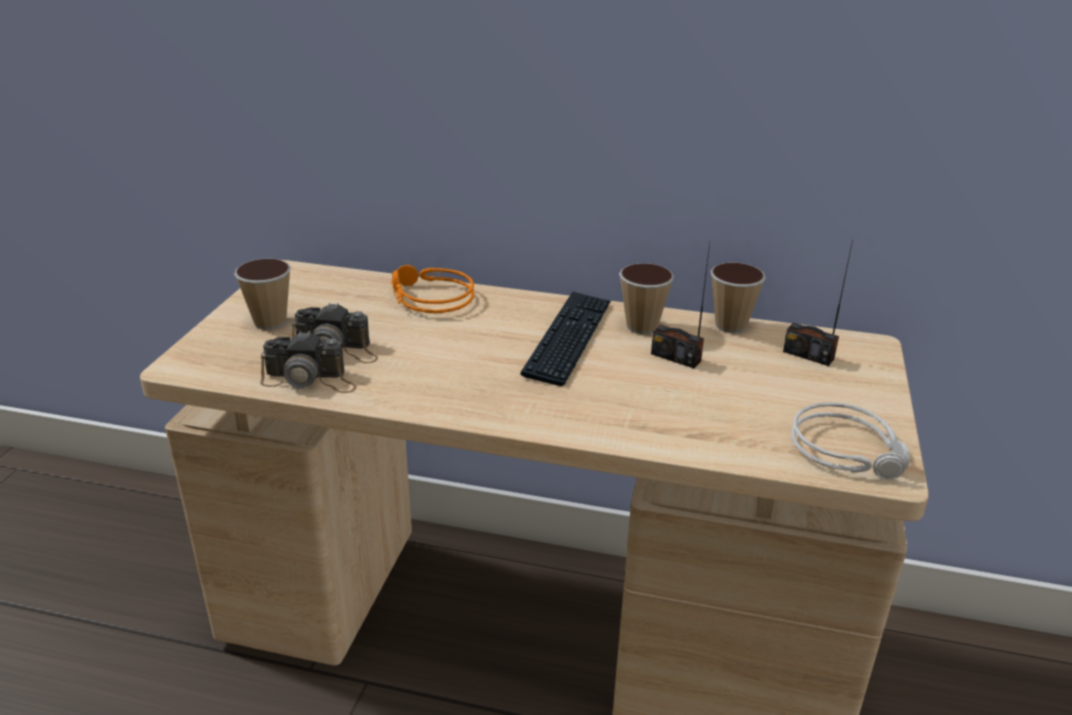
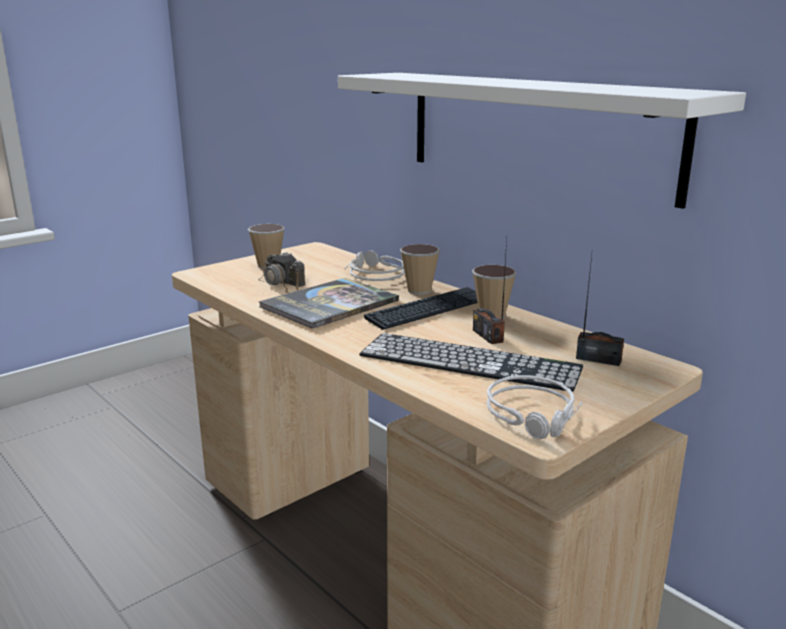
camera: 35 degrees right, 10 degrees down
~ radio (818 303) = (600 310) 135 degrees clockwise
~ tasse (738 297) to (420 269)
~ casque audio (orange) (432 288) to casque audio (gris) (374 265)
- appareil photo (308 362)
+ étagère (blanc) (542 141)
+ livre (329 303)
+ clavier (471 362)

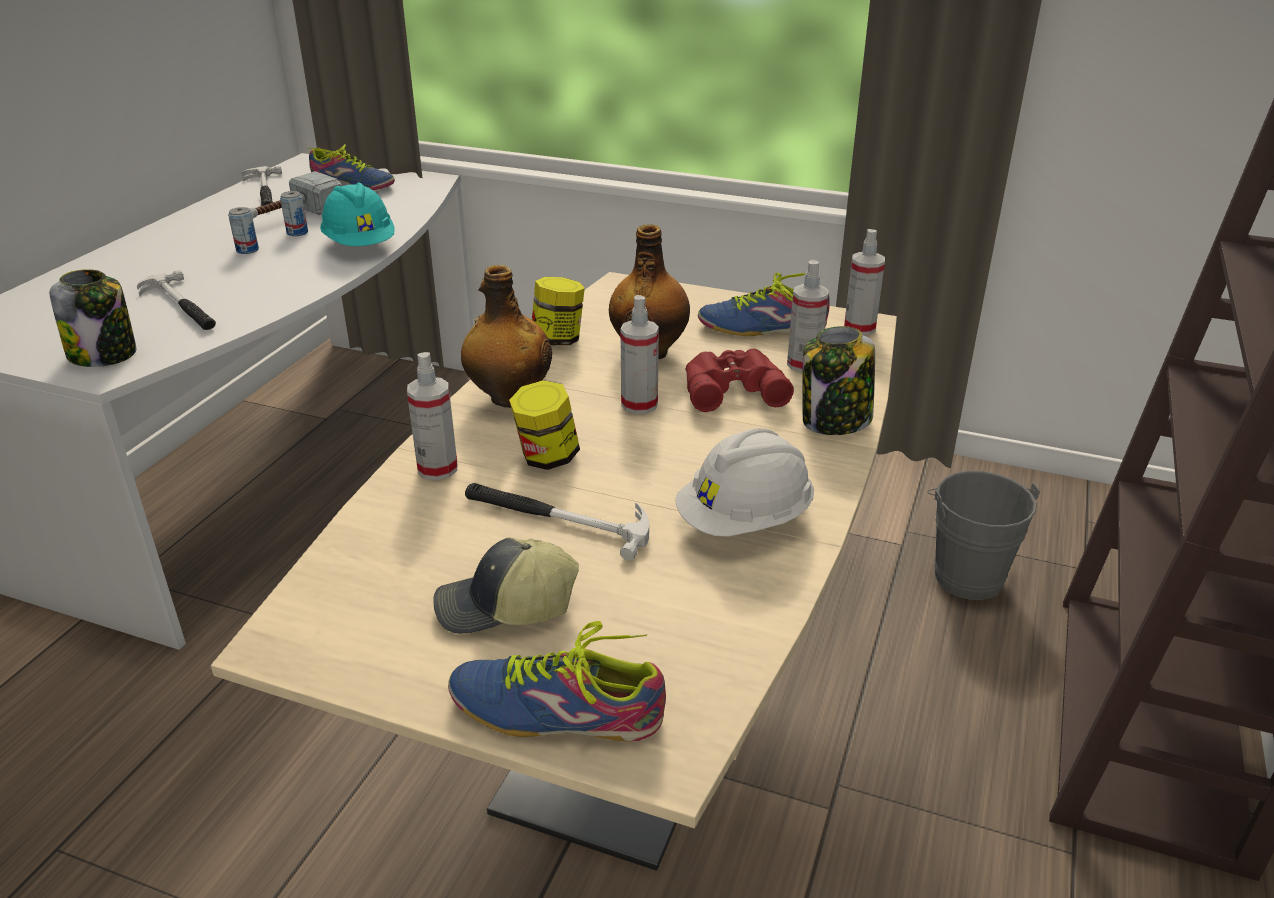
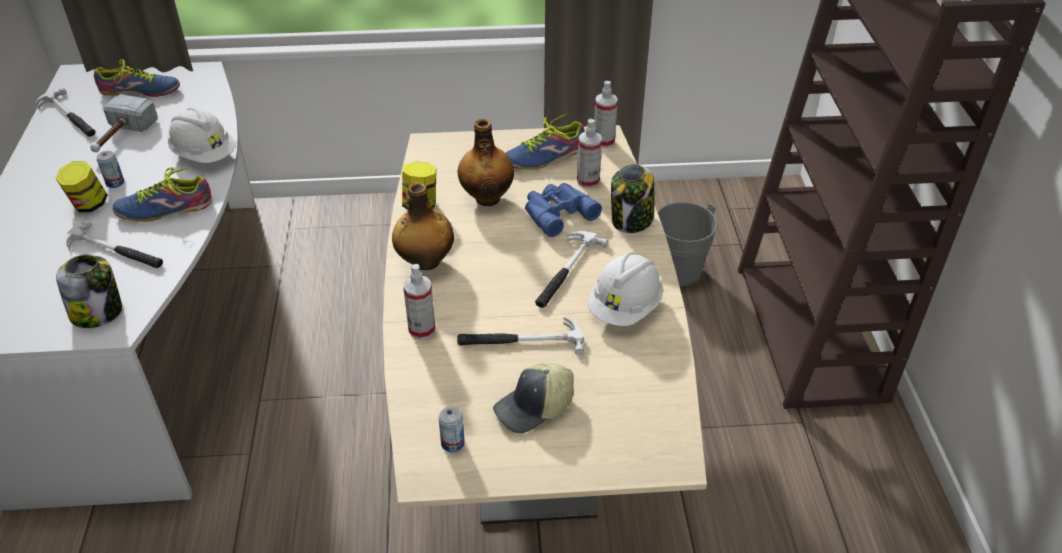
camera: 25 degrees left, 10 degrees up
~ casque de chantier (turquoise) (357 214) to casque de chantier (blanc) (202 135)
~ boîte métallique (294 213) to (451 429)
- vaporisateur (639 354)
~ jumelles (rouge) (739 380) to jumelles (bleu) (563 210)
~ bocal (544 425) to (81 186)
~ chaussure (557 681) to (162 194)
+ marteau (571 269)

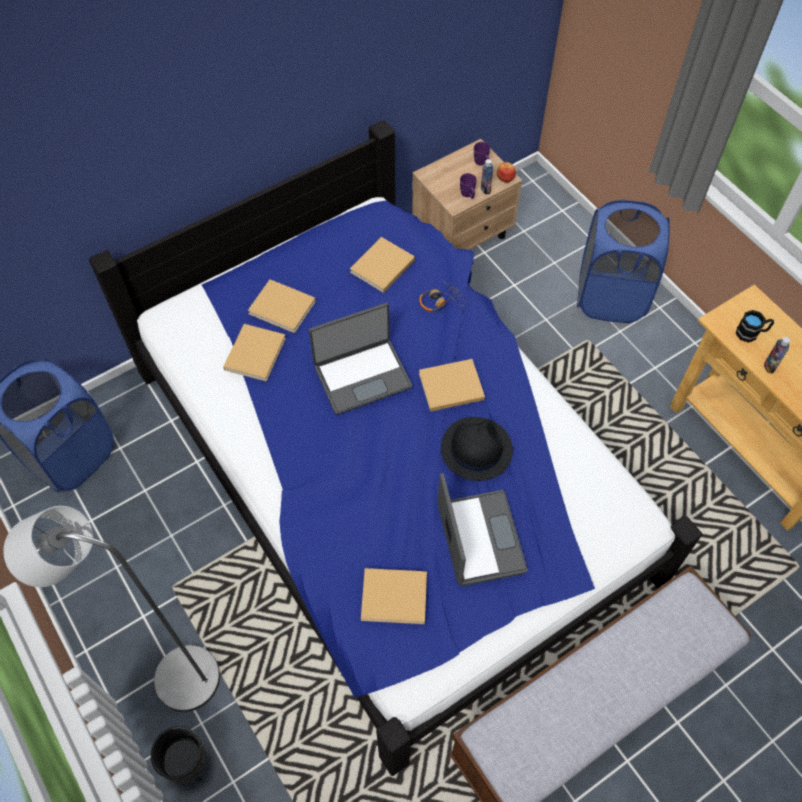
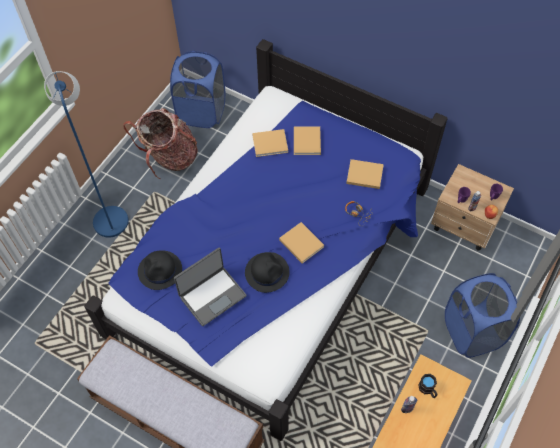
camera: 65 degrees right, 0 degrees up
- ordinateur portable (360 359)
~ lampadaire (gris) (111 609) to lampadaire (bleu) (86 154)
~ livre (beige) (394 596) to chapeau (noir) (160 270)
- cache-pot (noir) (178 754)
+ sac à dos (160 144)

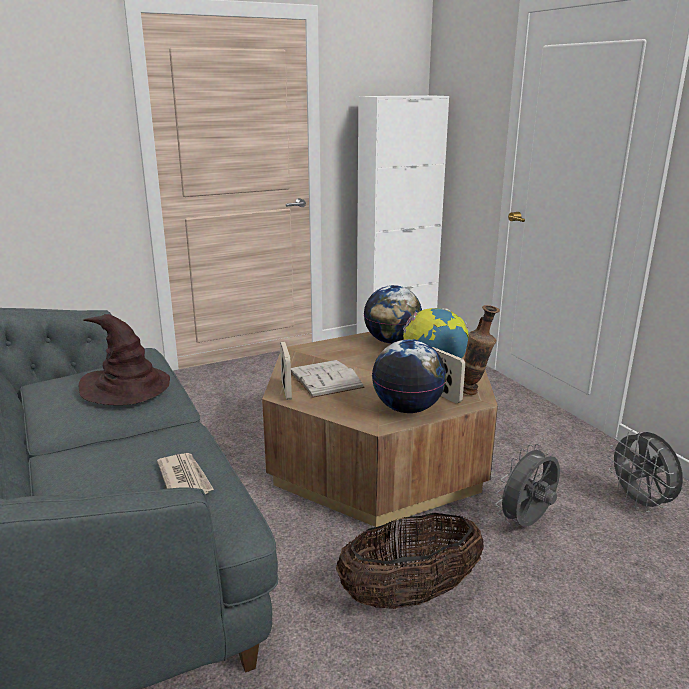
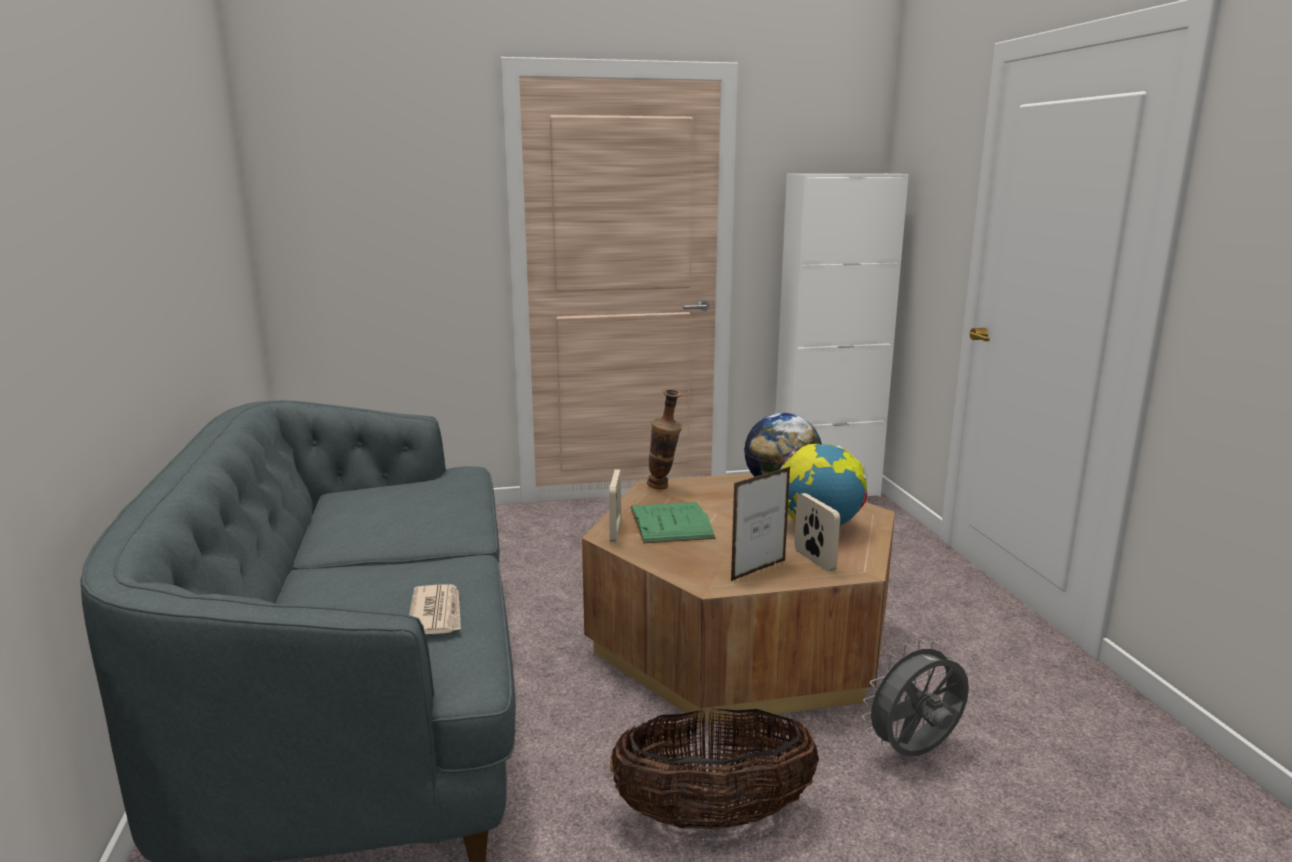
camera: 15 degrees right, 5 degrees down
~ vase (481 350) to (664 439)
- chapeau (marron) (124 359)
~ globe (409 376) to cadre photo (760 524)
~ livre (blanc) (328 379) to livre (vert) (673 522)
- ventilateur (gris) (645 471)

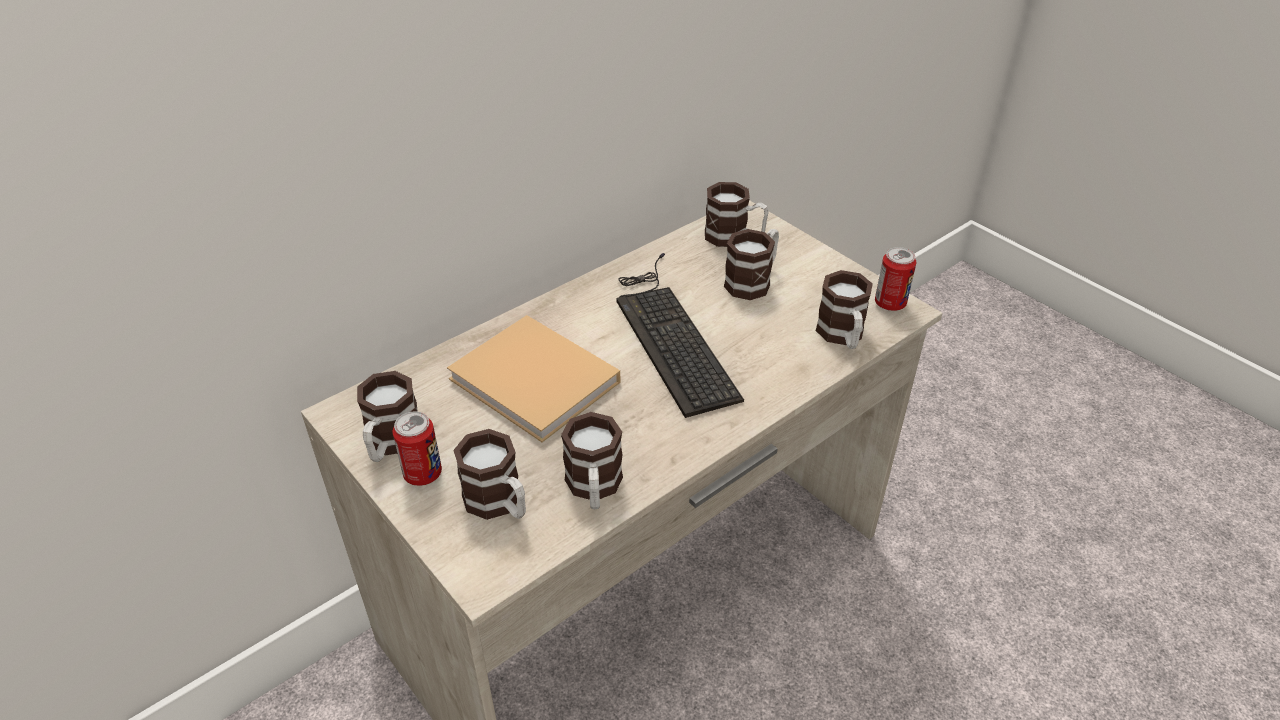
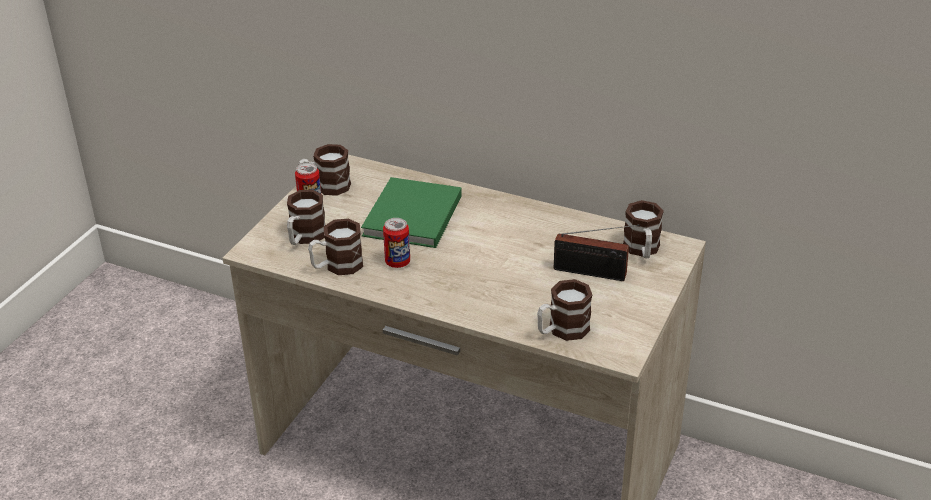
camera: 65 degrees right, 5 degrees down
~ mug (751 264) to radio (596 253)
~ boîte métallique (895 279) to (396 243)
- clavier (680 335)
~ livre (beige) (533 379) to livre (vert) (411 212)

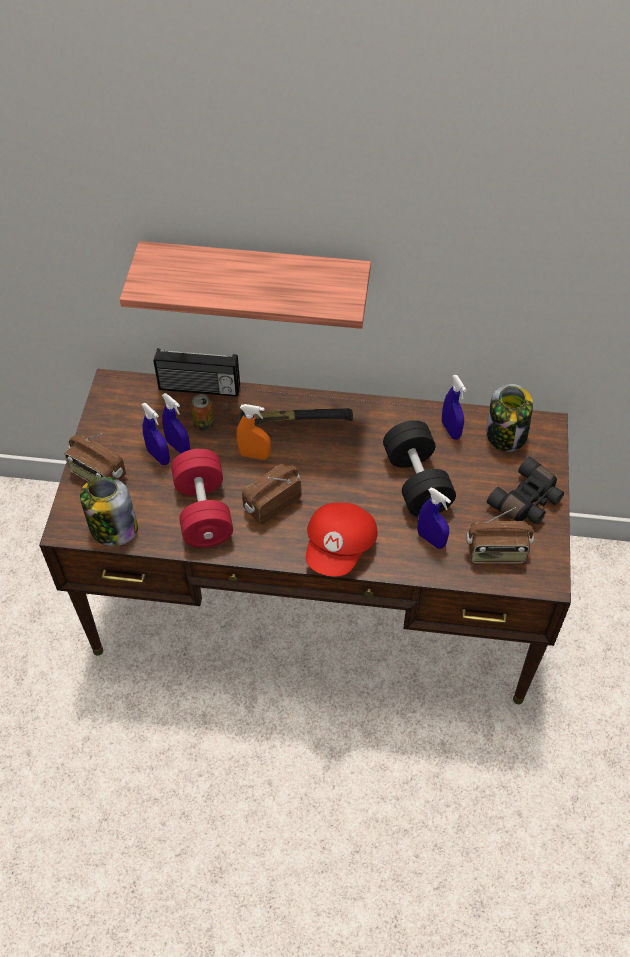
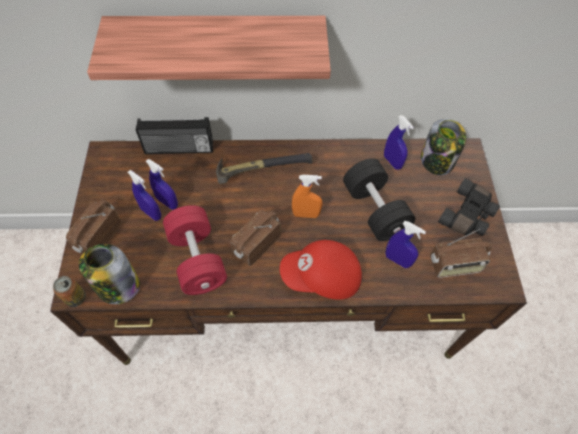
camera: 10 degrees left, 5 degrees up
~ boîte métallique (202 412) to (69 291)
~ vaporisateur (orange) (253 432) to (307 196)
~ radio (95 457) = (93 226) 90 degrees clockwise
~ casquette (rouge) (342 539) = (321 270) 75 degrees clockwise

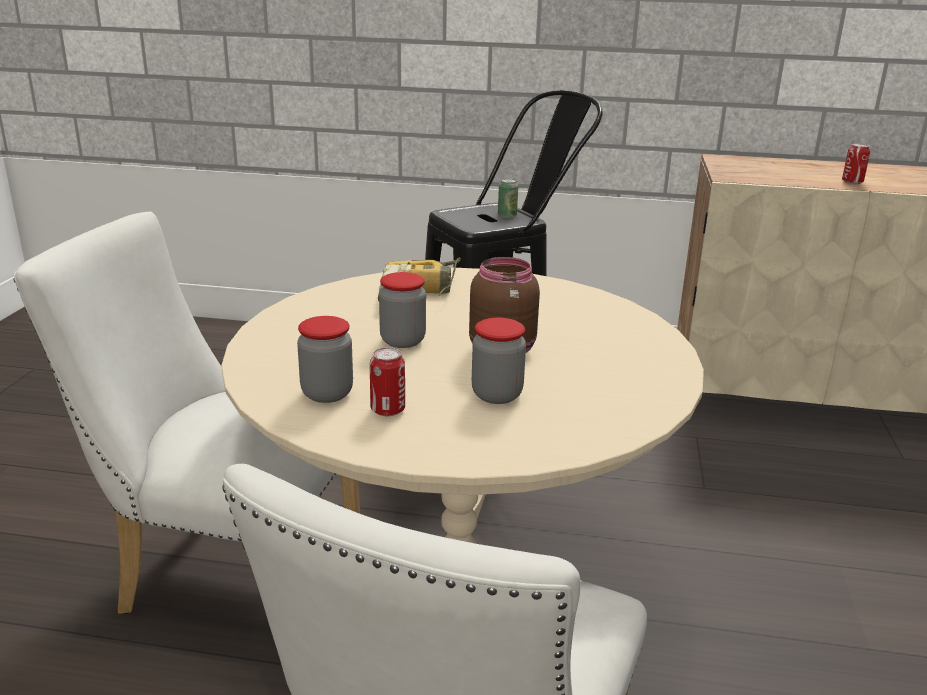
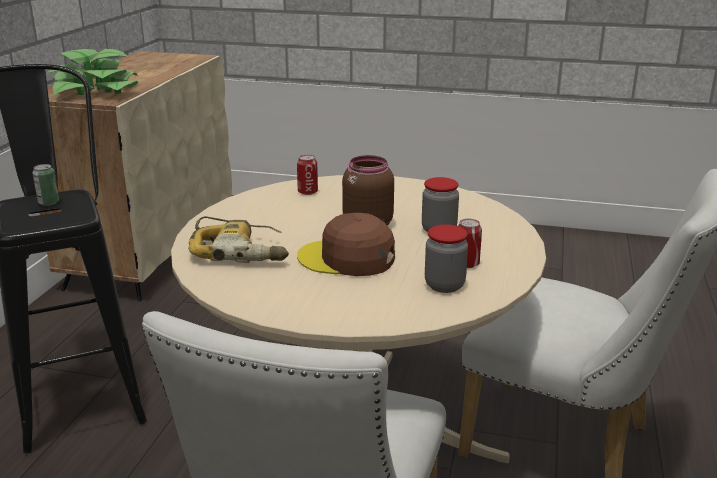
camera: 85 degrees left, 0 degrees up
~ boîte métallique (856 163) to (307 175)
~ bocal (402 310) to casquette (marron) (346 244)
+ plante en pot (92 72)

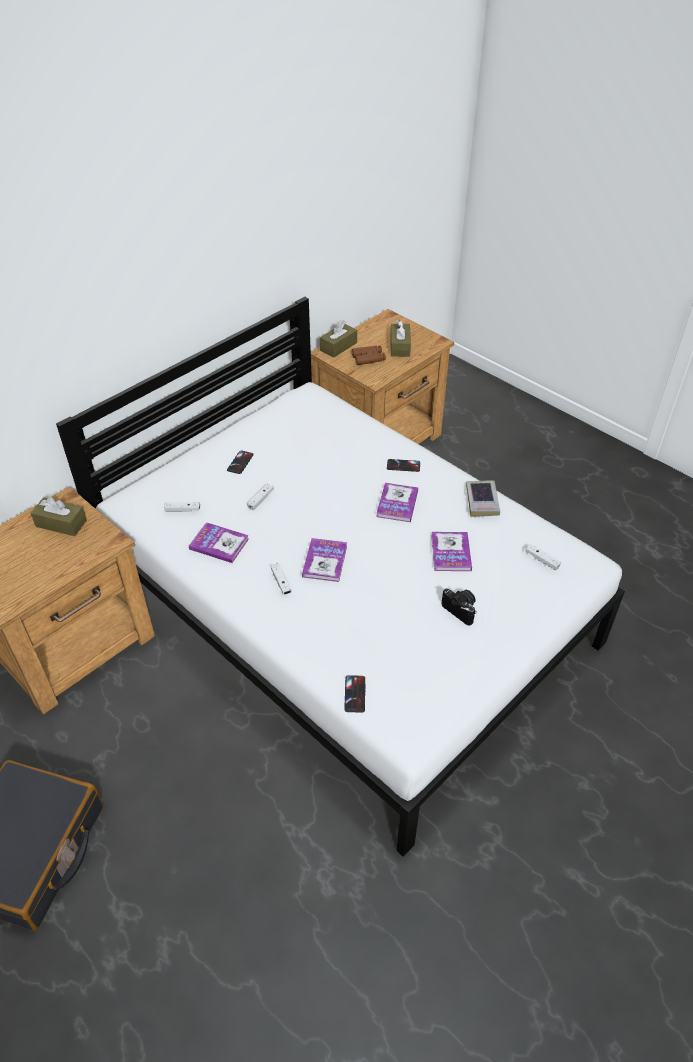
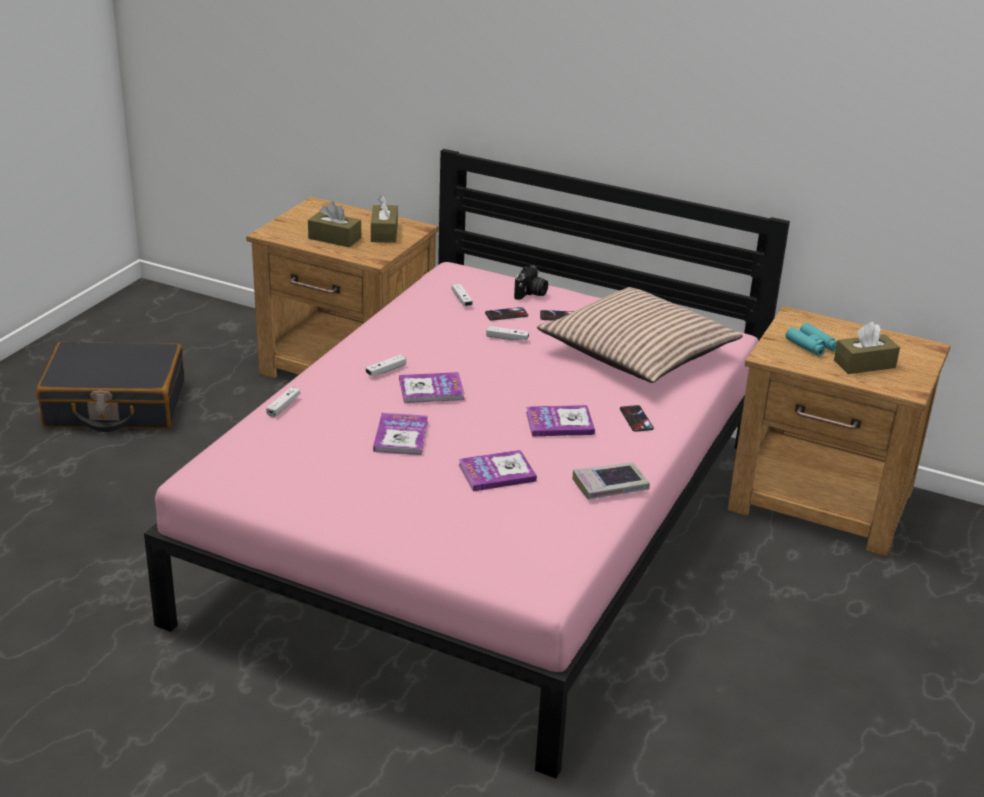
camera: 70 degrees right, 15 degrees down
~ lit (blanc) (340 577) to lit (rose) (467 463)
~ boîte à mouchoirs (marron) (338 339) to (334 225)
~ jumelles (marron) (369 355) to jumelles (turquoise) (811 339)
~ livre (219 542) to (400 434)
~ manette (blanc) (543 557) to (283 402)
~ appareil photo (458 607) to (531 282)
~ téléphone (355 694) to (506 314)
+ coussin (640 335)

